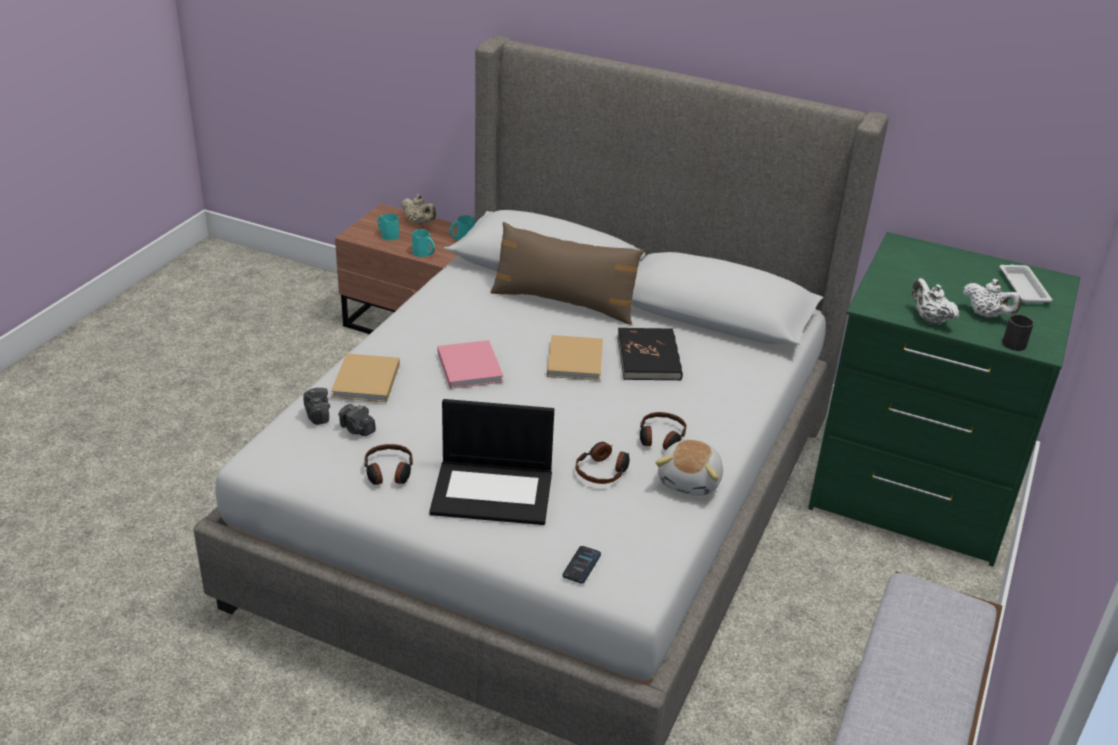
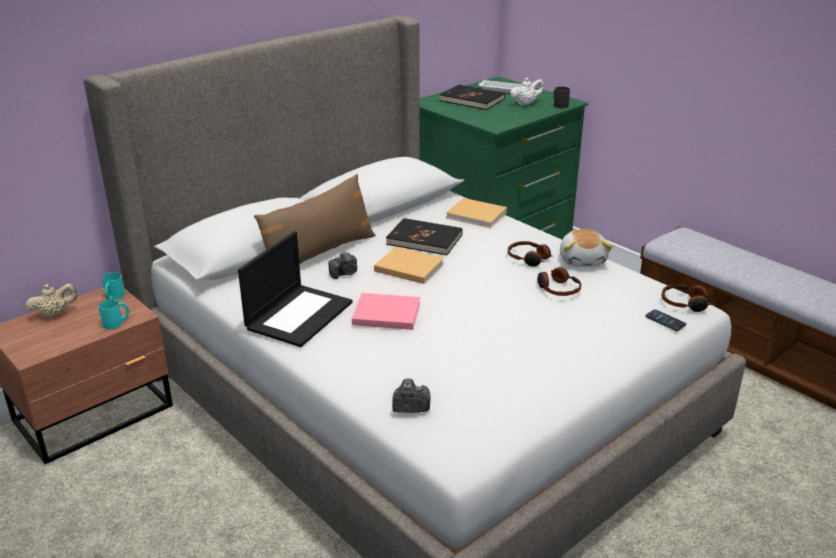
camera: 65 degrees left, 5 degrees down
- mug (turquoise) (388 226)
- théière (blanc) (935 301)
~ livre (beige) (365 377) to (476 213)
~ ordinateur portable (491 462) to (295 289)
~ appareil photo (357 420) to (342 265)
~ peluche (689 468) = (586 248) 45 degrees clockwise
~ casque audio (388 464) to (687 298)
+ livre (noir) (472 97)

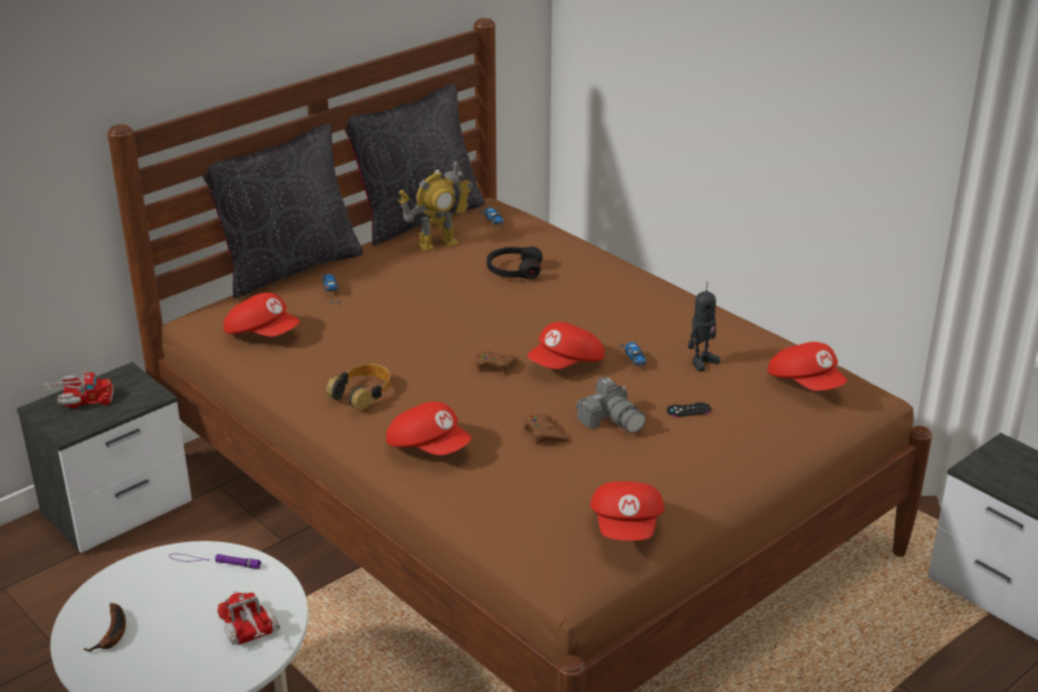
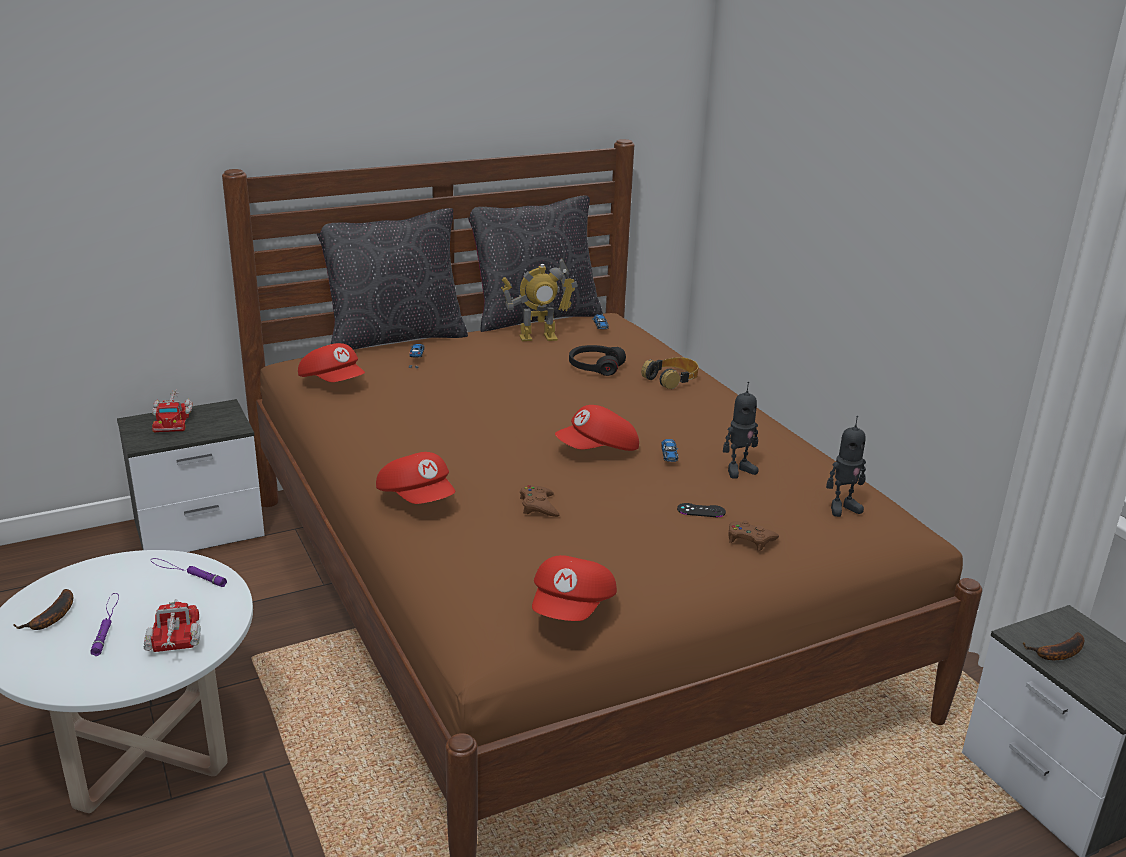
camera: 15 degrees right, 5 degrees down
~ casquette (rouge) (807 366) to robot jouet (846 466)
~ manette (marron) (497 362) to (754 535)
~ casque audio (358 387) to (670 373)
~ camion jouet (78 390) = (172 411) 75 degrees clockwise
- appareil photo (611 405)
+ lampe de poche (violet) (104 624)
+ banane (1053 646)

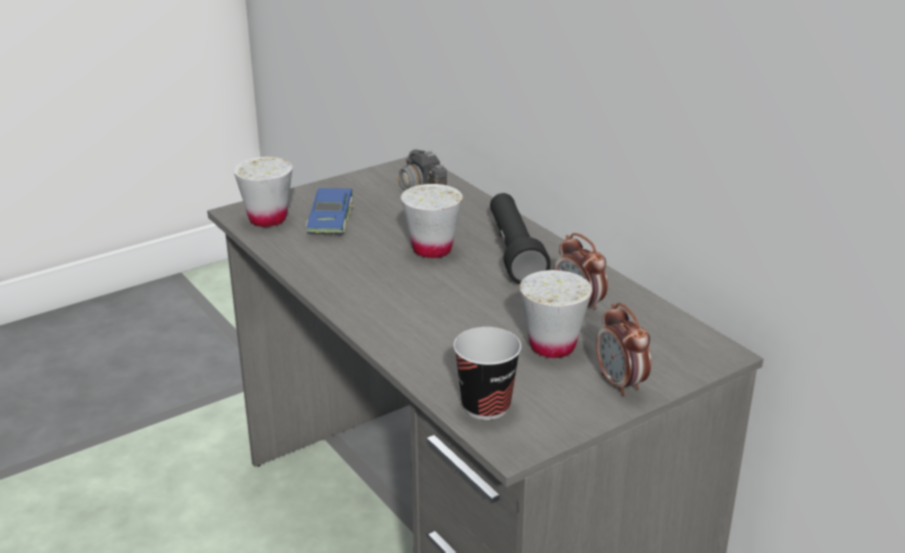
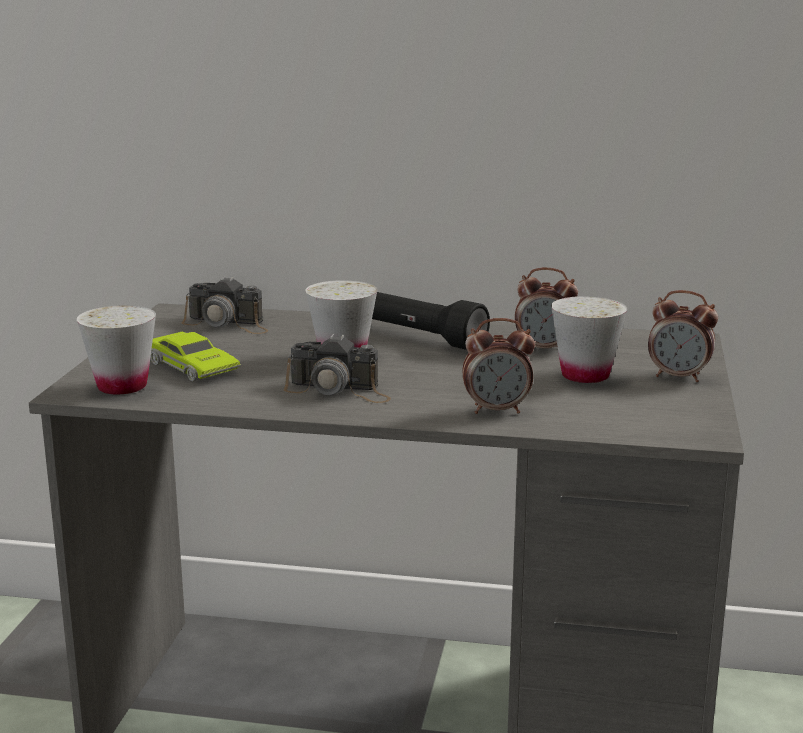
camera: 45 degrees left, 10 degrees down
~ petite voiture (bleu) (329 210) to petite voiture (vert) (196 356)
- tasse (487 373)
+ réveil (499 366)
+ appareil photo (337 368)

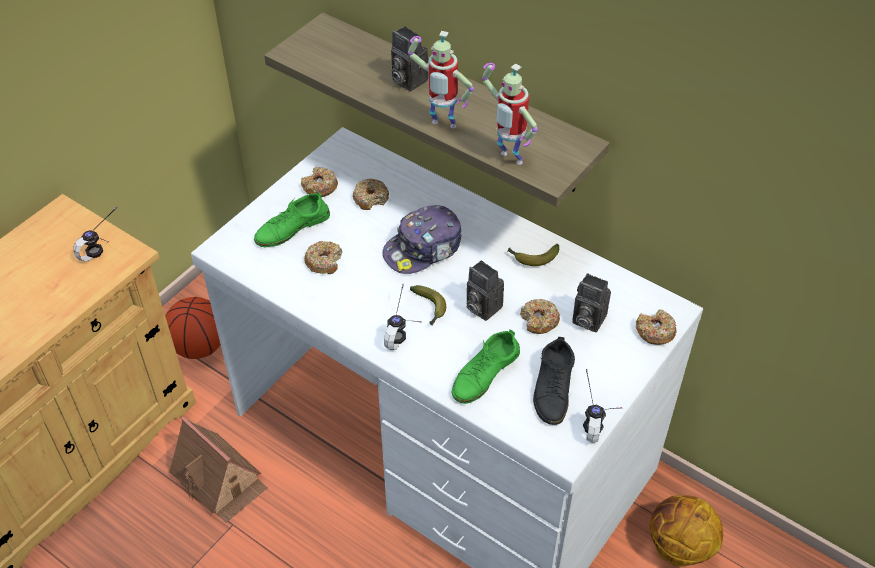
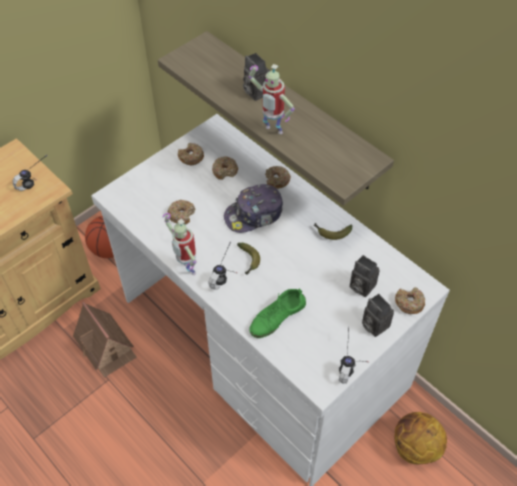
camera: 10 degrees right, 5 degrees up
~ robot jouet (510 114) to (180 244)
- chaussure (vert) (292 219)
~ appareil photo (485 290) to (378 315)
~ beignet (540 316) to (278 177)
- chaussure (noir) (554 381)

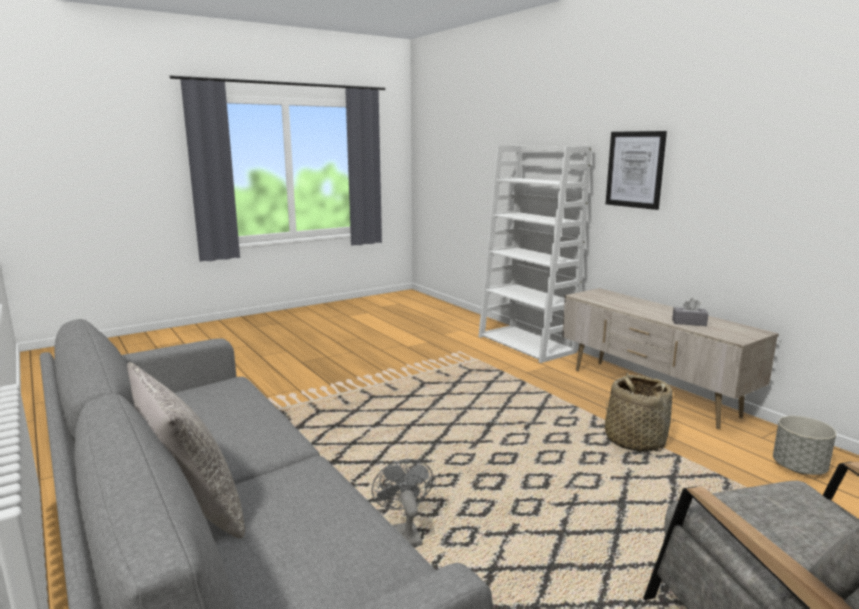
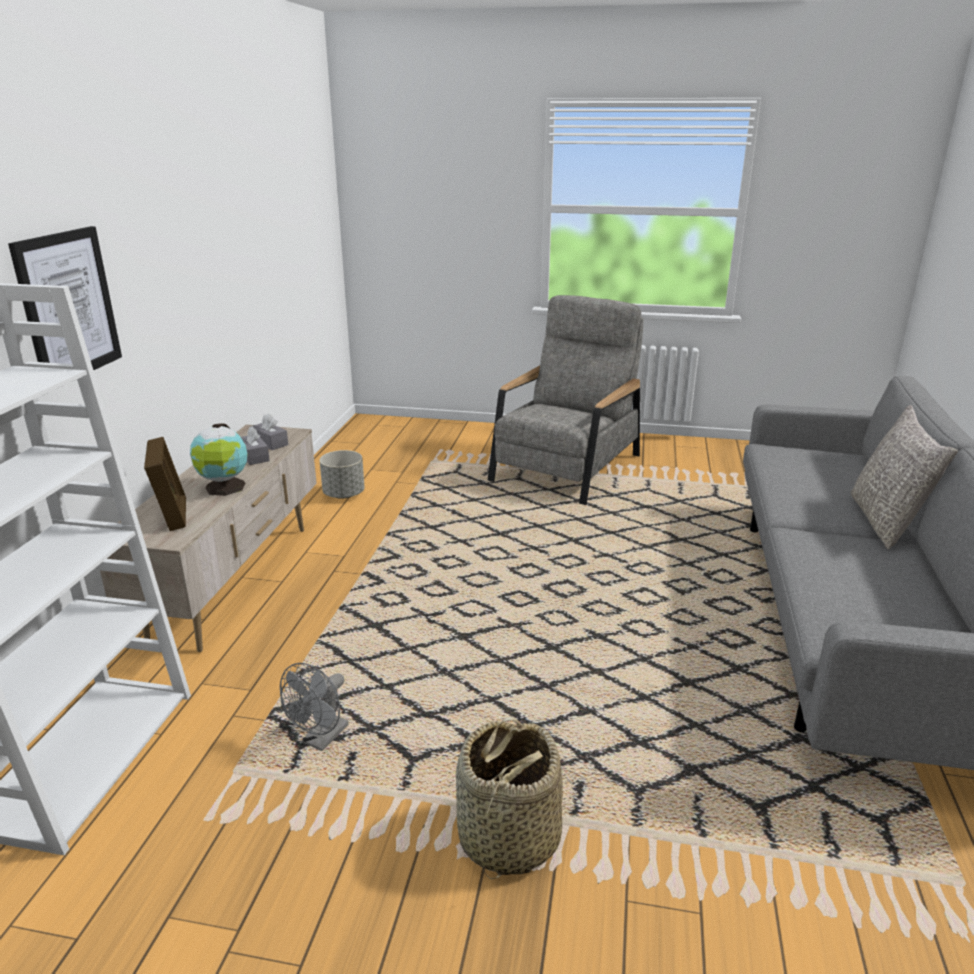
camera: 135 degrees left, 10 degrees up
~ panier (638 412) to (509 797)
~ ventilateur (gris) (403 503) to (314 707)
+ boîte à mouchoirs (gris) (269 431)
+ globe (219 459)
+ cadre photo (165 484)

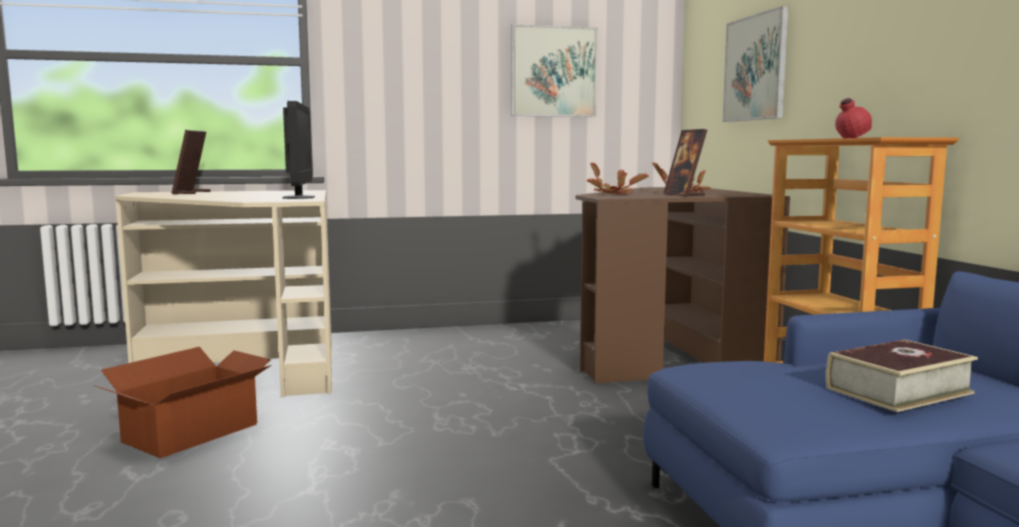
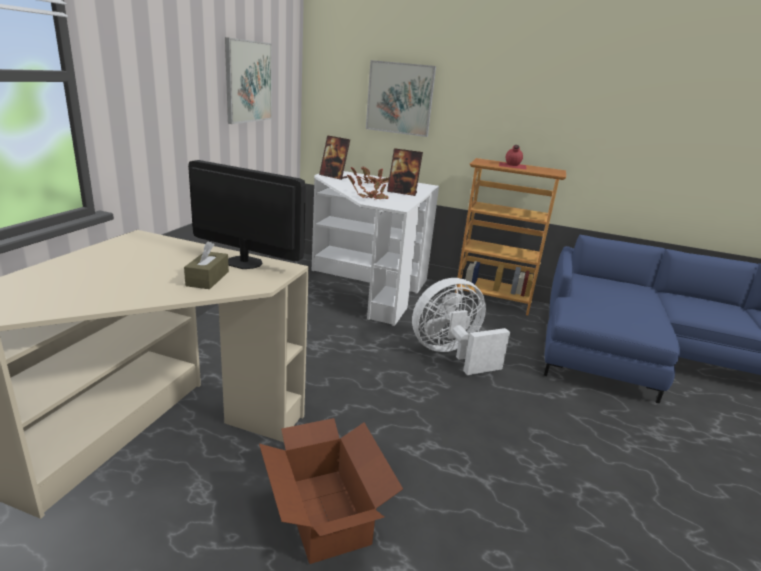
camera: 60 degrees left, 15 degrees up
~ cadre photo (191 162) to (334 157)
~ bureau (marron) (683 285) to bureau (blanc) (375 248)
- livre (902 375)
+ boîte à mouchoirs (marron) (206 265)
+ ventilateur (blanc) (461 326)

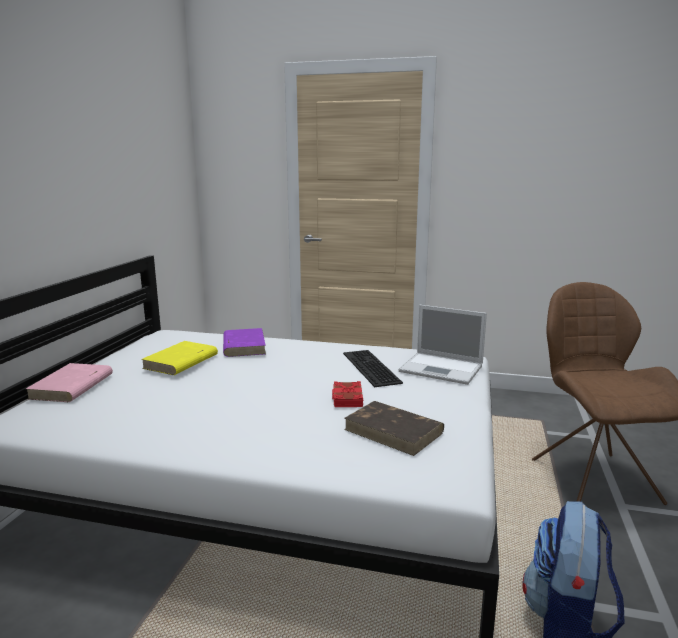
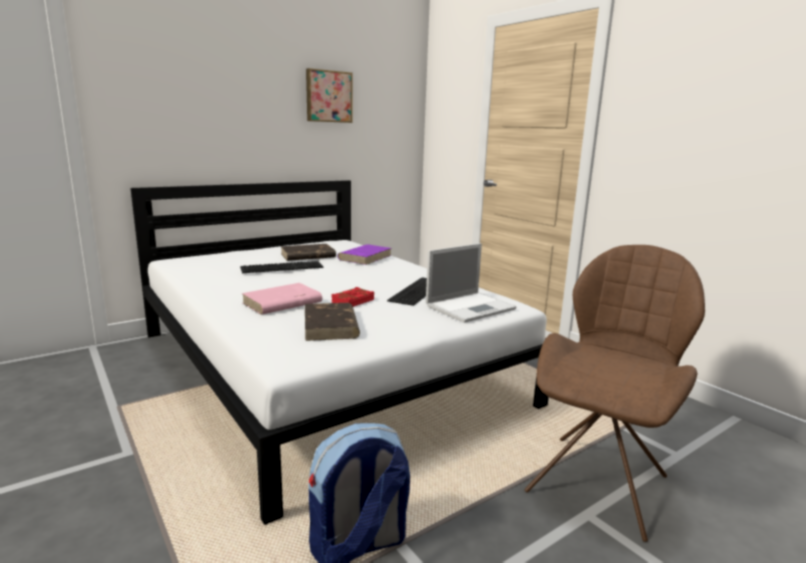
camera: 40 degrees right, 0 degrees up
~ ordinateur portable (443 345) = (471 283) 105 degrees counterclockwise
~ livre (jaune) (179 358) to livre (marron) (308 252)
~ livre (rose) (69 382) to (281 299)
+ tableau (329 95)
+ clavier (281 267)

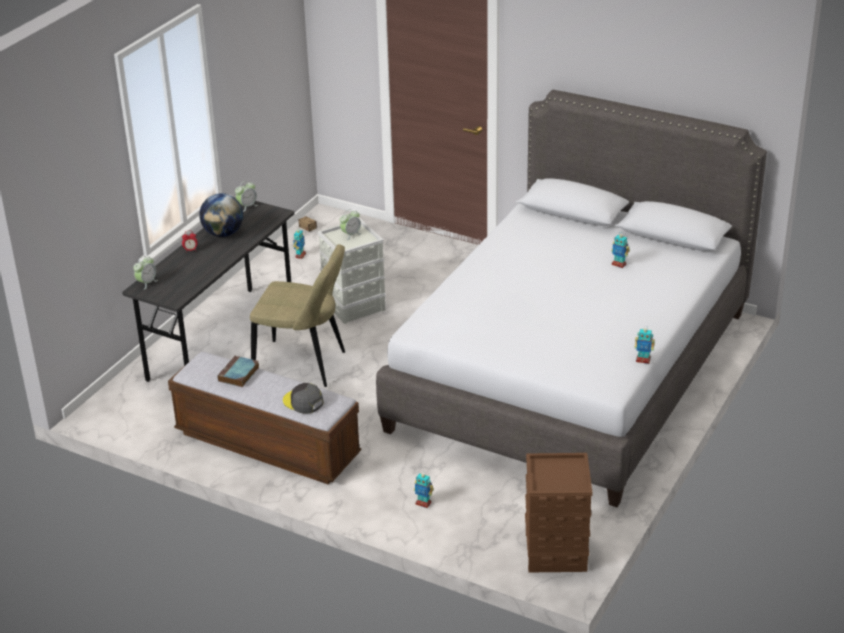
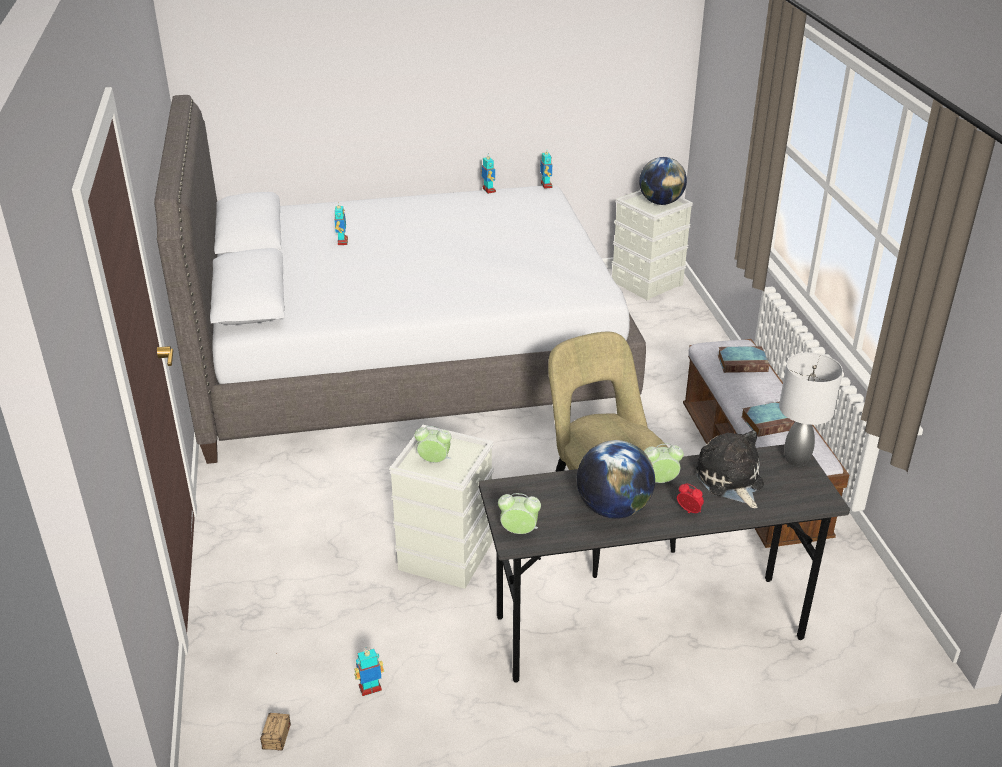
camera: 130 degrees left, 0 degrees up
~ réveil (145 273) to (664 463)
~ casquette (gris) (303 398) to livre (744 359)
~ boîte de rangement (marron) (559 512) to boîte de rangement (gris) (652 245)
~ robot jouet (424 489) to (546 170)
+ globe (663 181)
+ lampe de table (gris) (811 409)
+ peluche (730 469)

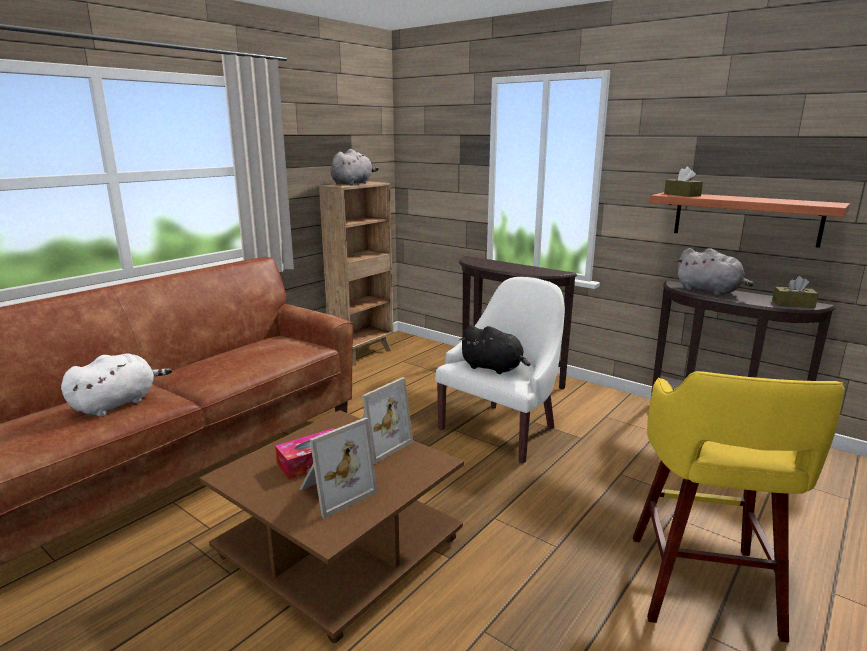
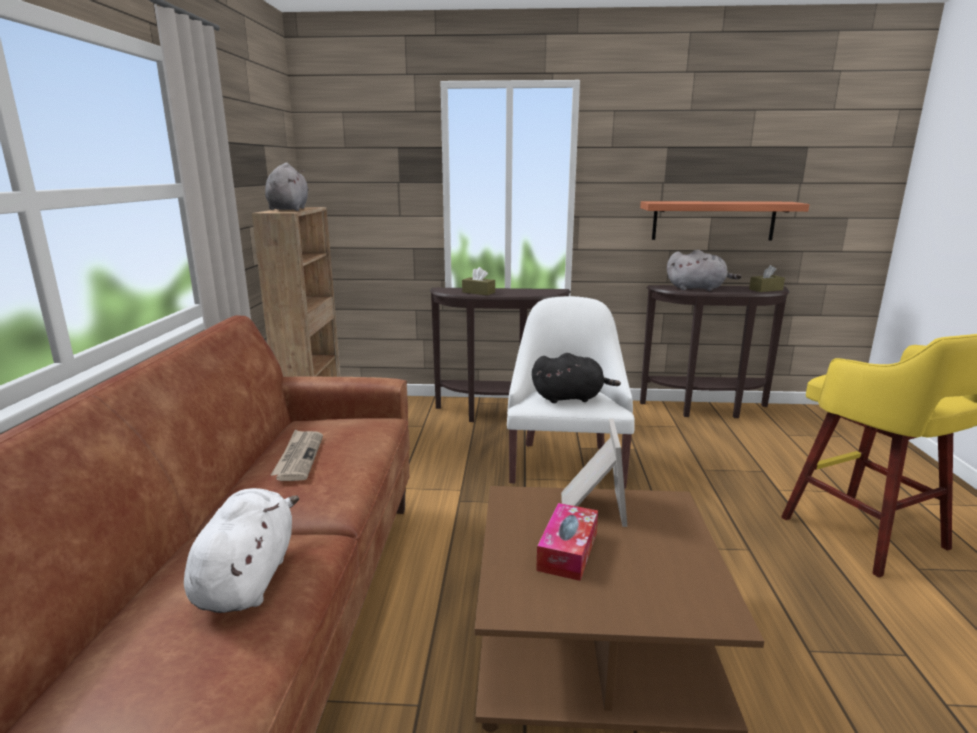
camera: 35 degrees left, 0 degrees up
~ boîte à mouchoirs (marron) (683 182) to (478 281)
- cadre photo (338 468)
+ journal (297 455)

